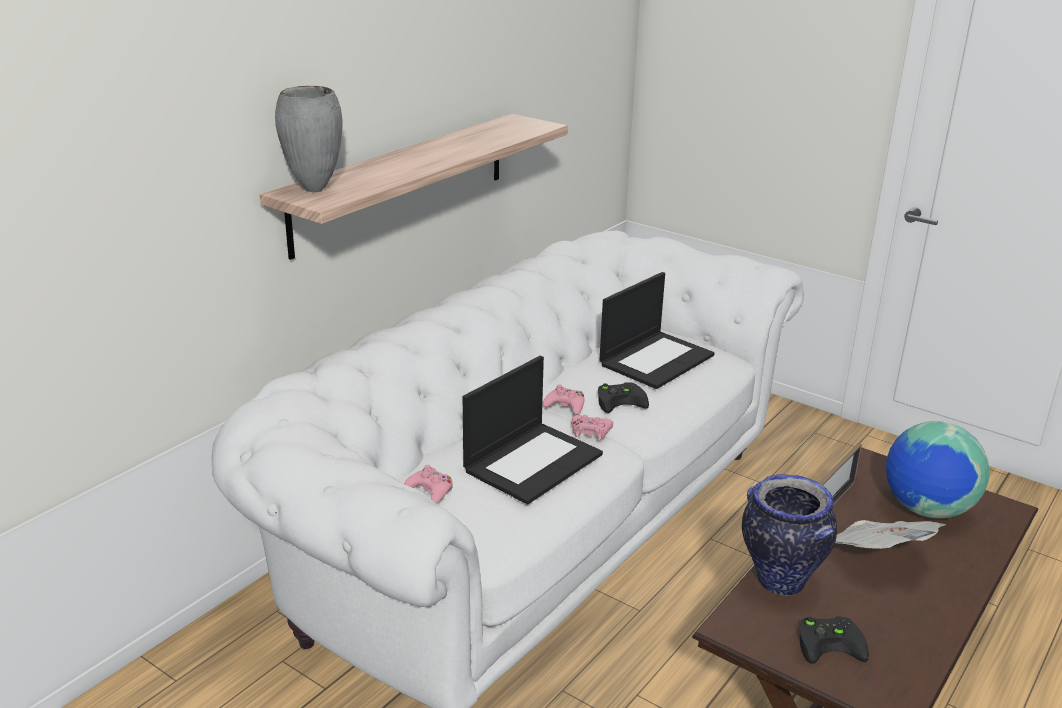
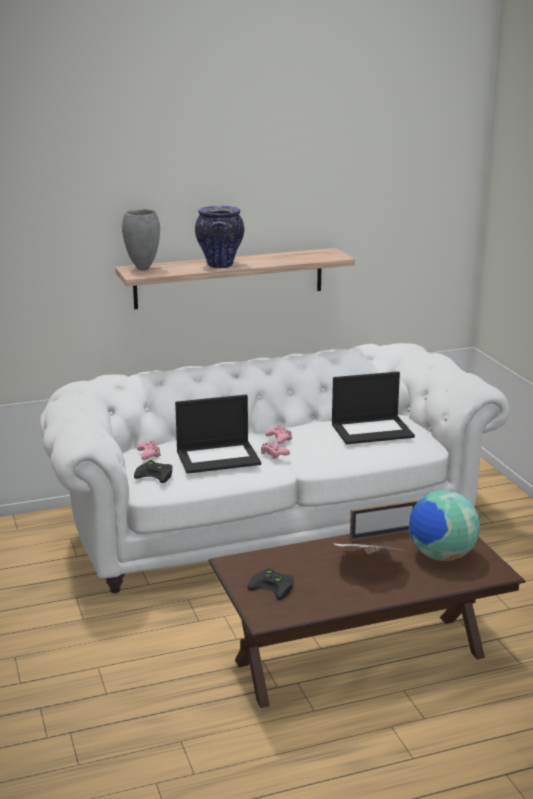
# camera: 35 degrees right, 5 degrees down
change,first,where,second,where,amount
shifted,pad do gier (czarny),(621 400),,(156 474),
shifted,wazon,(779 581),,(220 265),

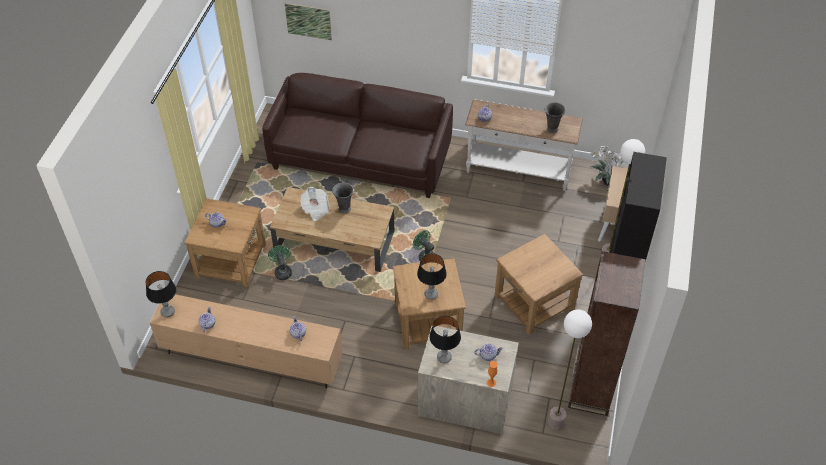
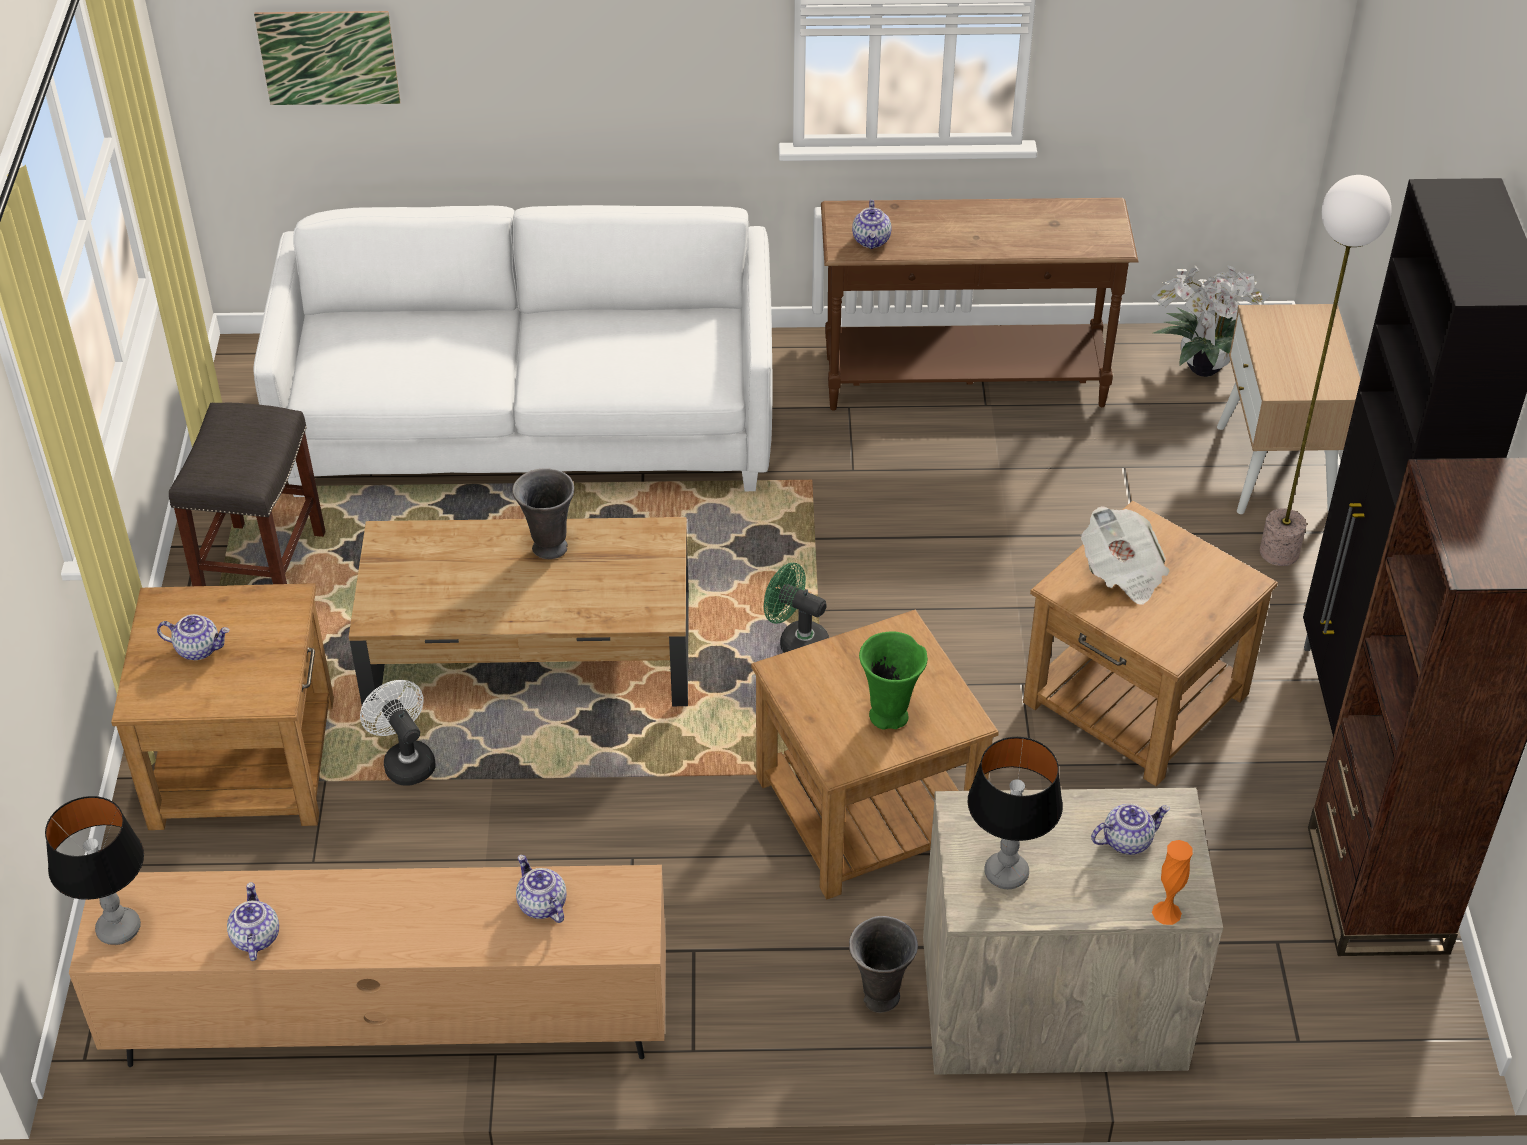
# camera: 15 degrees left, 5 degrees down
change,first,where,second,where,amount
gone,lampa stojąca,(556 422),,,
new,,,stołek (szary),(262 569),
shifted,gazeta,(315 209),,(1122 572),
shifted,wazon (szary),(552 129),,(879 998),
swapped,lampa stołowa,(431 294),wazon (zielony),(890 717),
repainted,kanapa (brązowy),(361 158),kanapa (biały),(531 427),
repainted,wentylator (zielony),(282 271),wentylator (biały),(405 760),
repainted,stolik konsolowy (biały),(518 171),stolik konsolowy (brązowy),(964 384),

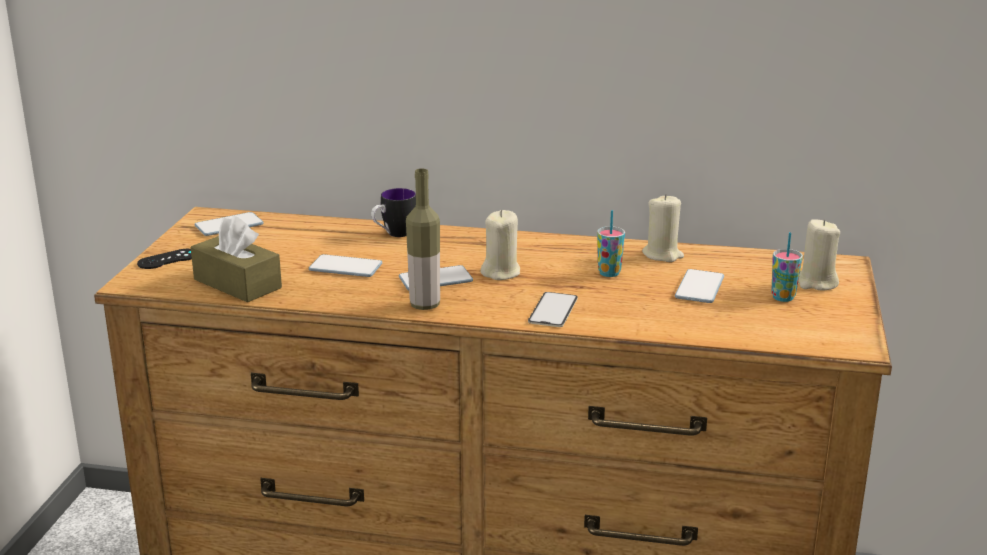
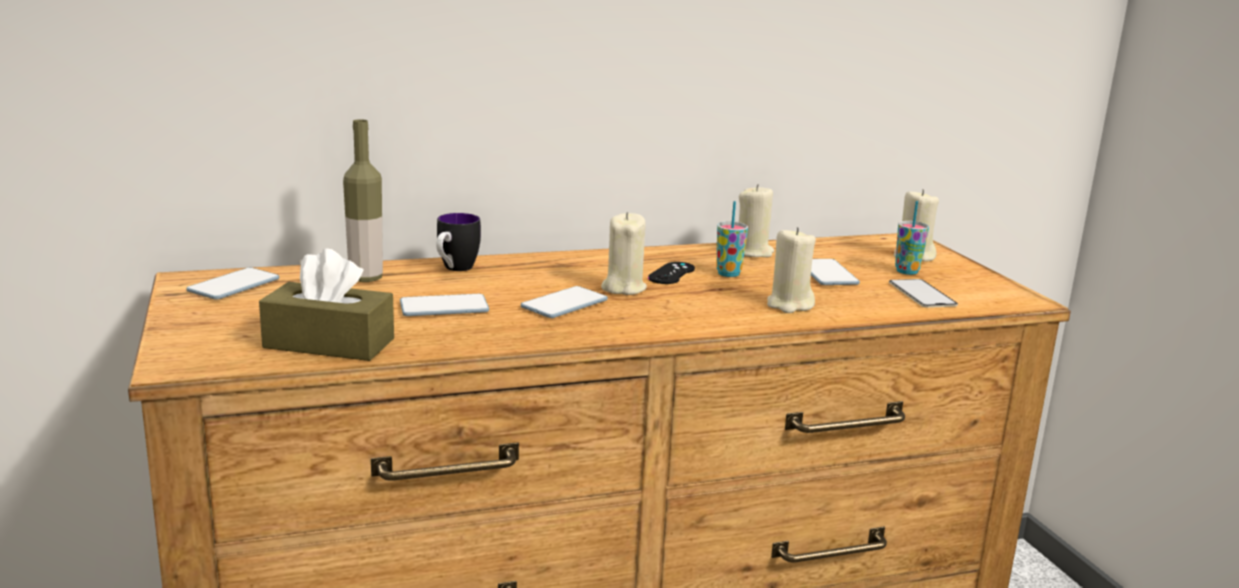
# camera: 30 degrees left, 5 degrees down
change,first,where,second,where,amount
new,,,świeca (beżowy),(789 305),
shifted,pad do gier (czarny),(168 259),,(671 273),
shifted,butelka,(425 305),,(366 278),
shifted,telefon,(553 310),,(922 294),

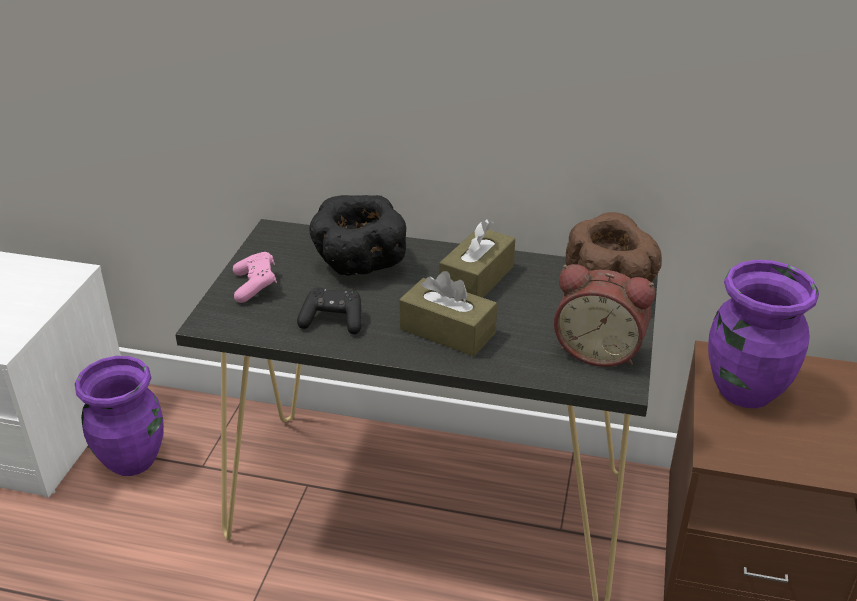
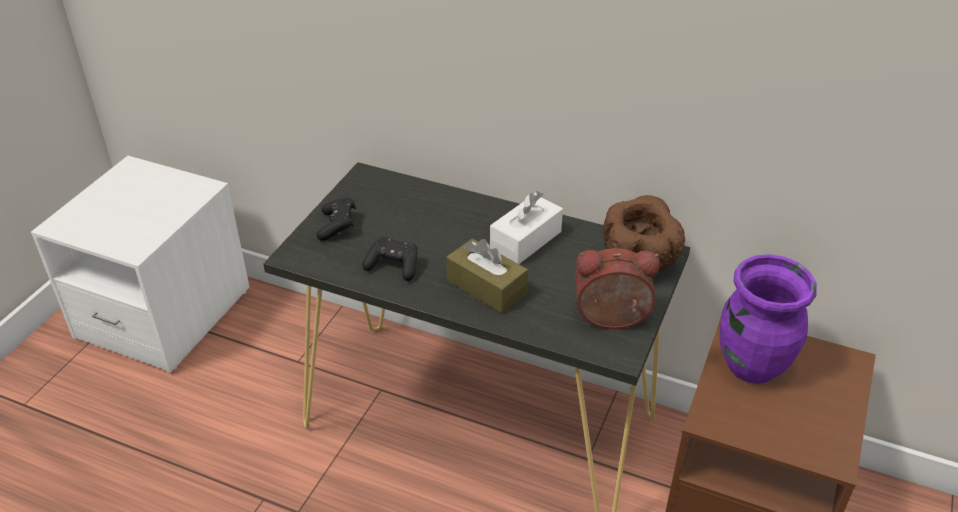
# camera: 10 degrees right, 5 degrees up
change,first,where,second,where,amount
gone,wazon (fioletowy),(133 460),,,
gone,miska (czarny),(359 265),,,
repainted,pad do gier (różowy),(255 286),pad do gier (czarny),(337 226),
repainted,pudełko chusteczek (brązowy),(477 279),pudełko chusteczek (biały),(525 240),
rotated,budzik,(599 350),,(611 320),150 degrees clockwise

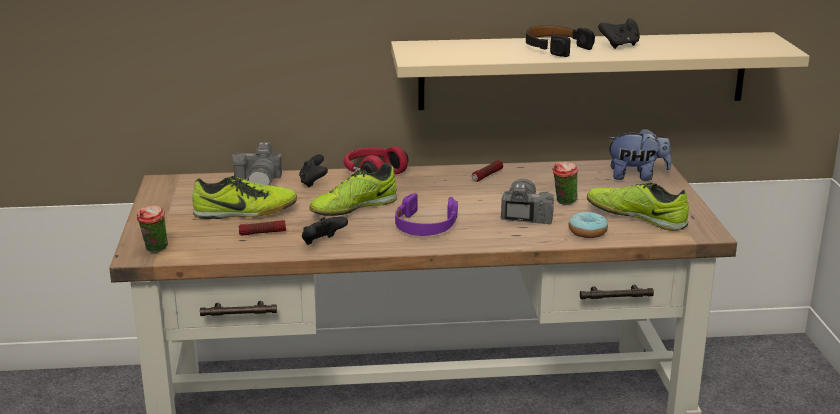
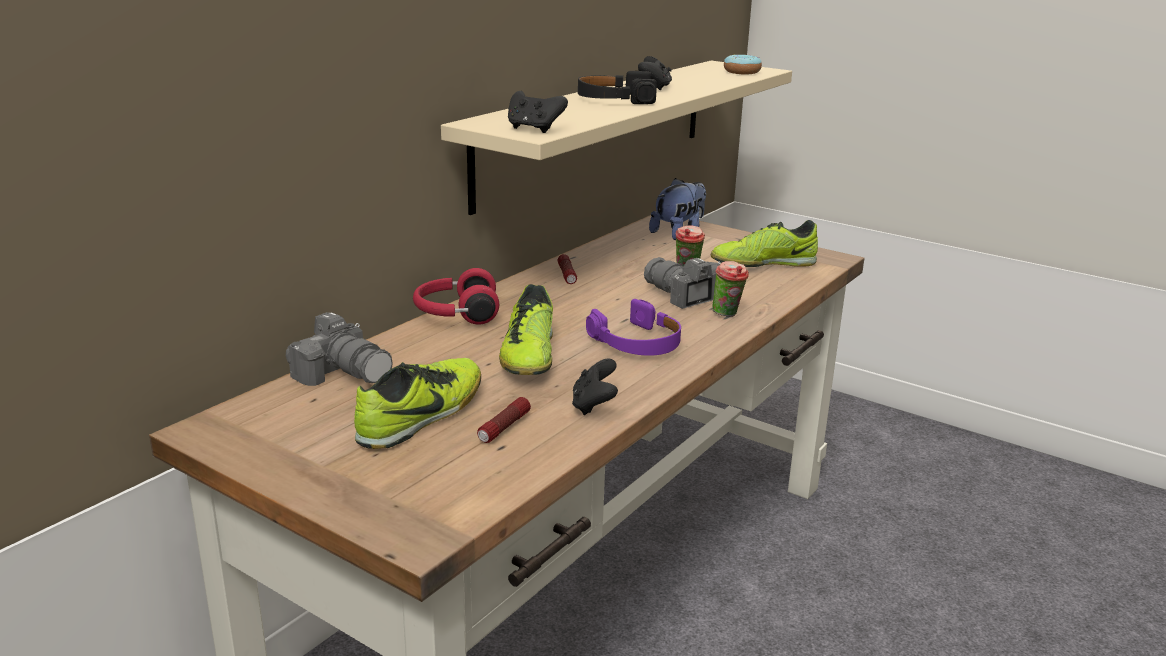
# camera: 50 degrees left, 0 degrees up
change,first,where,second,where,amount
shifted,filiżanka,(155 250),,(728 315),
shifted,pad do gier (czarny),(313 182),,(534 129),
shifted,donut,(587 232),,(741 72),

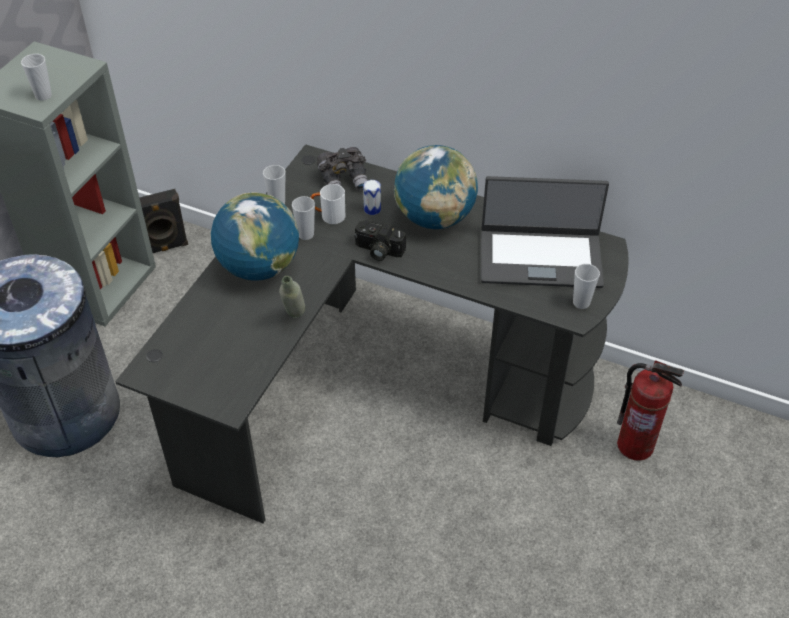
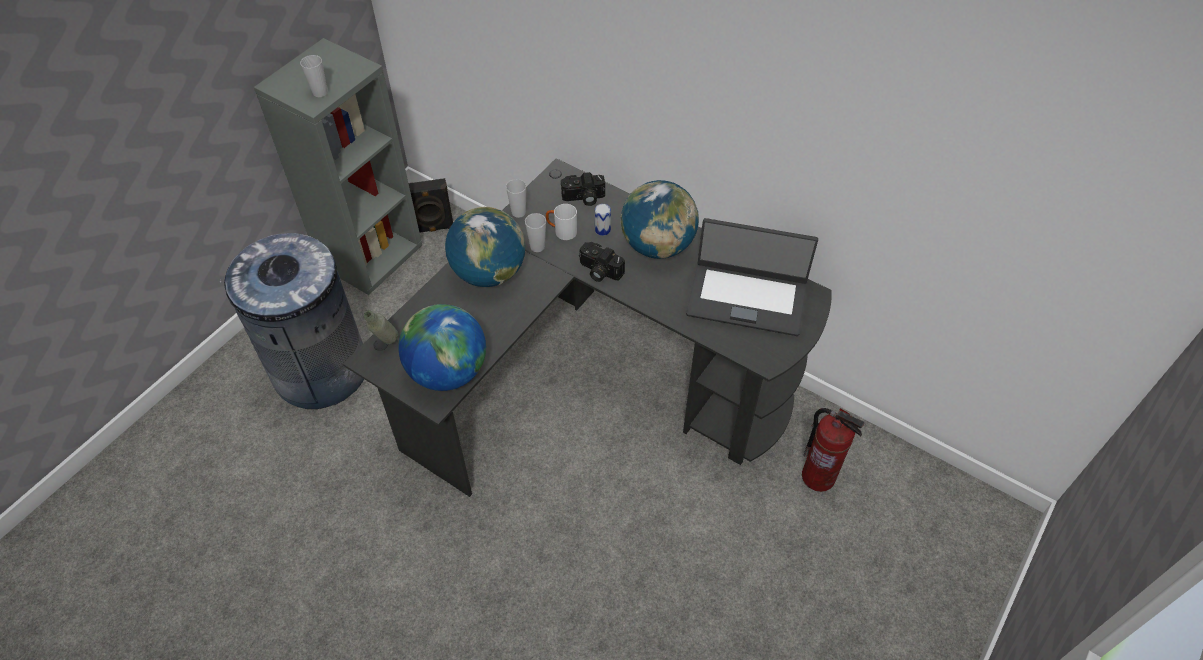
# camera: 10 degrees right, 5 degrees up
change,first,where,second,where,amount
gone,filiżanka,(581 303),,,
new,,,globus,(448 372),
shifted,butelka (szary),(294 319),,(386 345),
swapped,lornetka (szary),(344 180),aparat fotograficzny,(583 198),

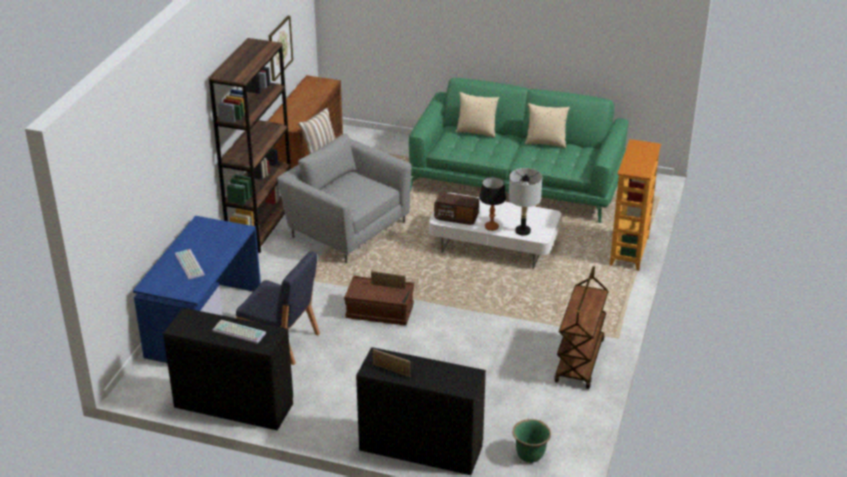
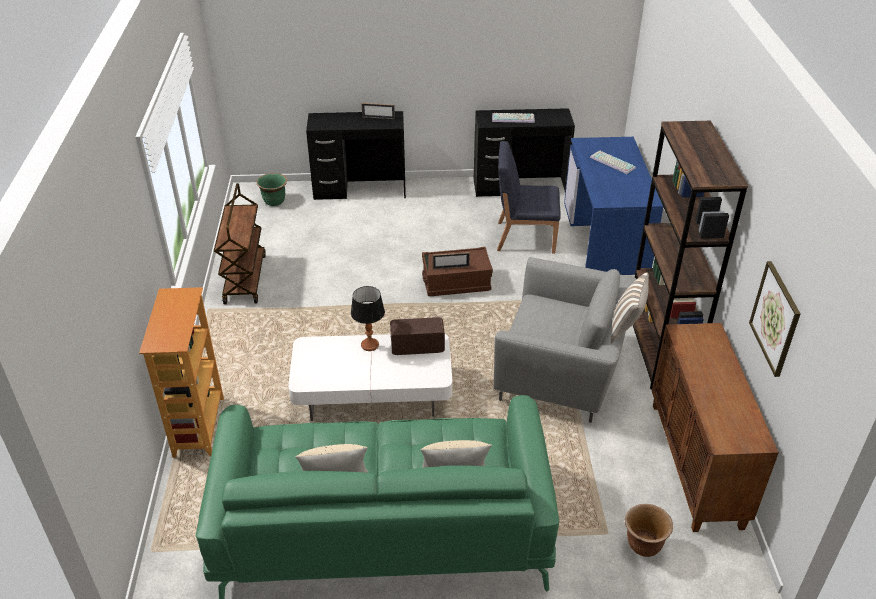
# camera: 160 degrees right, 5 degrees up
change,first,where,second,where,amount
gone,lampa stołowa (szary),(522 231),,,
new,,,donica (brązowy),(643 545),

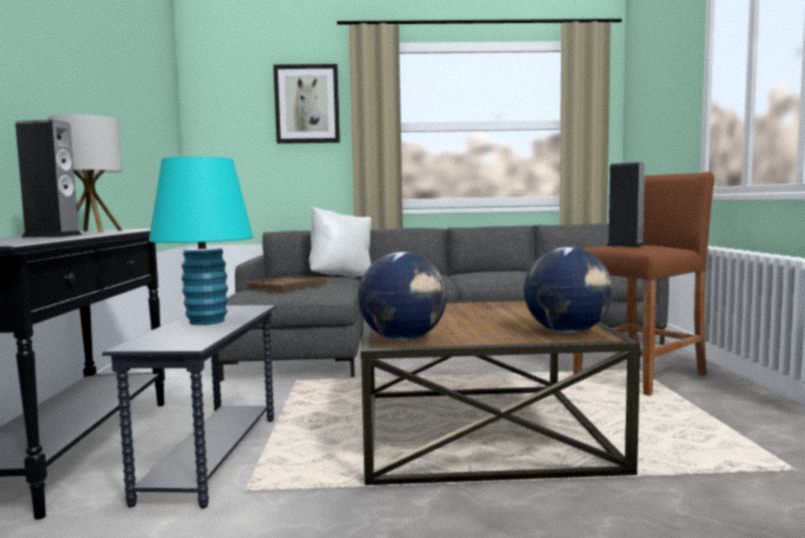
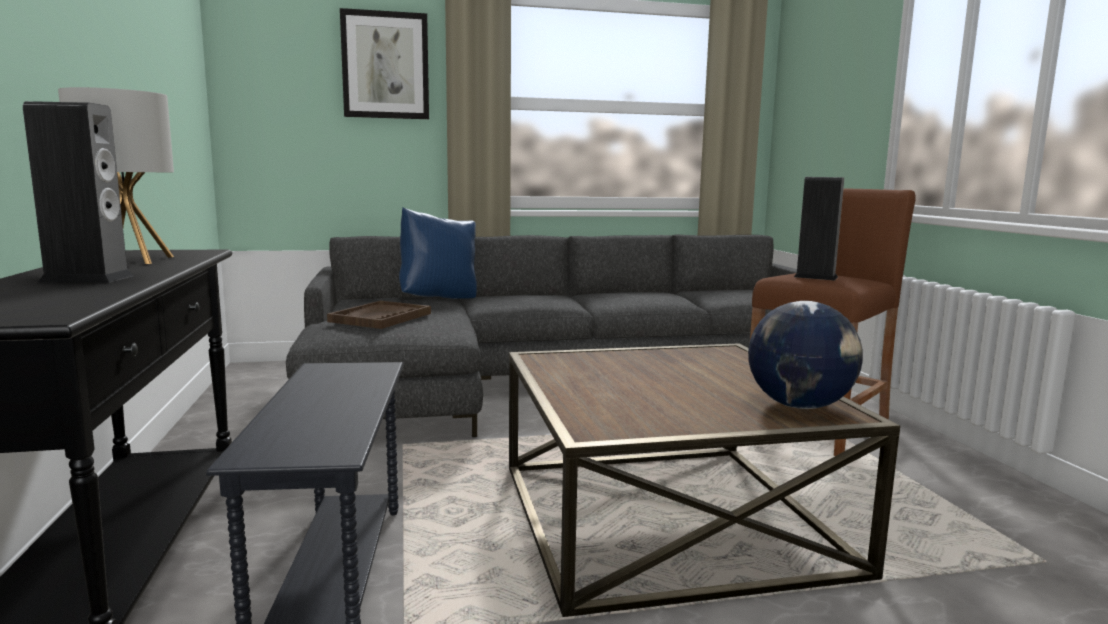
# camera: 10 degrees left, 5 degrees up
change,first,where,second,where,amount
gone,lampa stołowa (turkusowy),(206 321),,,
gone,globus,(404 339),,,
repainted,poduszka (biały),(342 277),poduszka (niebieski),(439 299),

